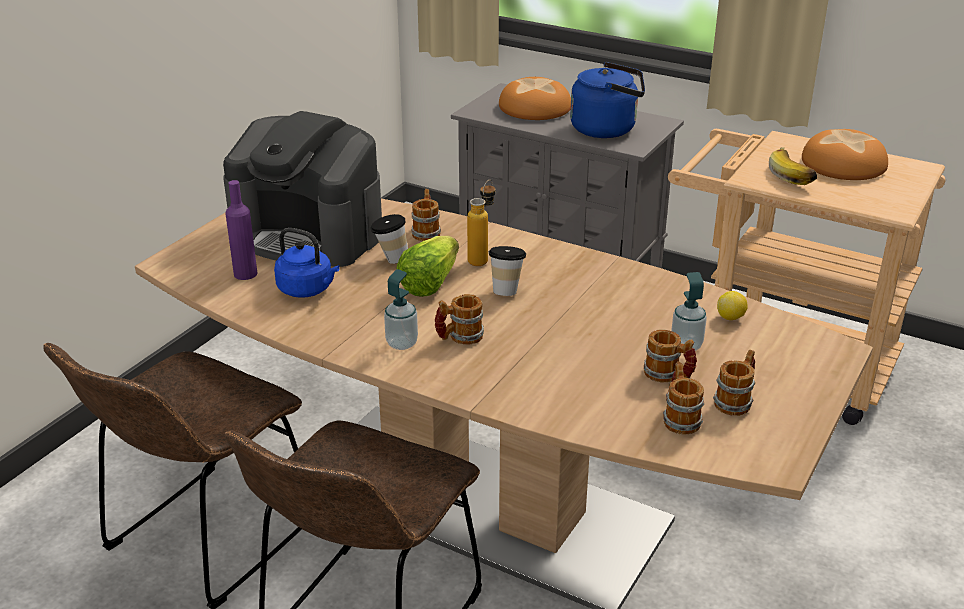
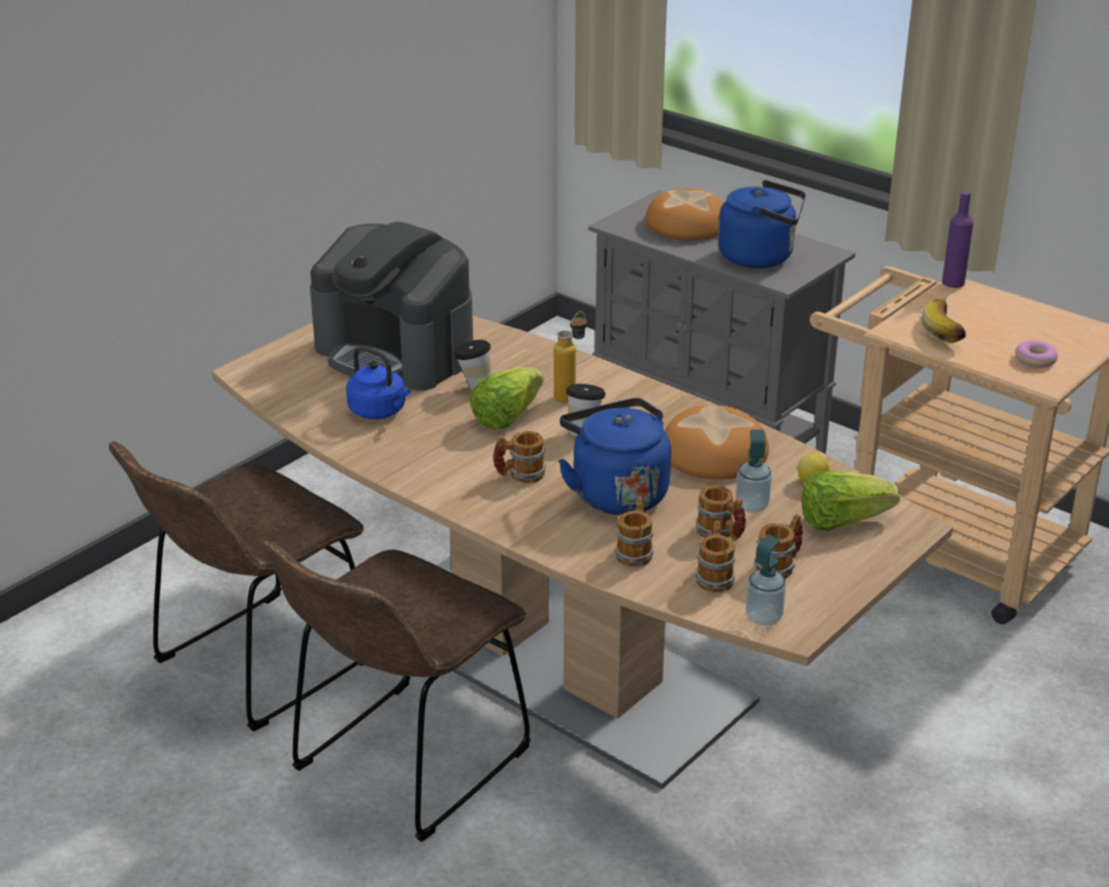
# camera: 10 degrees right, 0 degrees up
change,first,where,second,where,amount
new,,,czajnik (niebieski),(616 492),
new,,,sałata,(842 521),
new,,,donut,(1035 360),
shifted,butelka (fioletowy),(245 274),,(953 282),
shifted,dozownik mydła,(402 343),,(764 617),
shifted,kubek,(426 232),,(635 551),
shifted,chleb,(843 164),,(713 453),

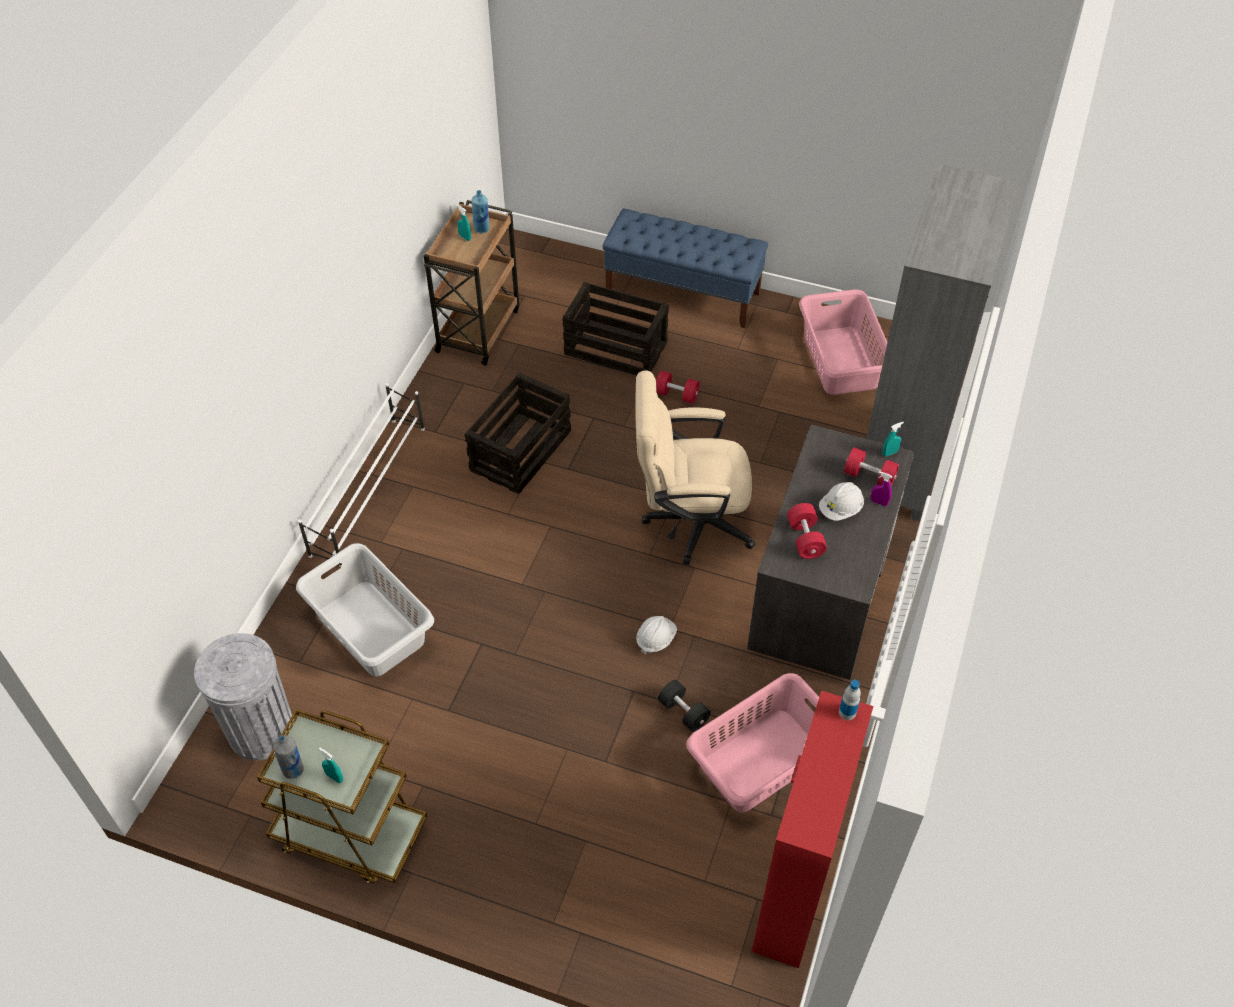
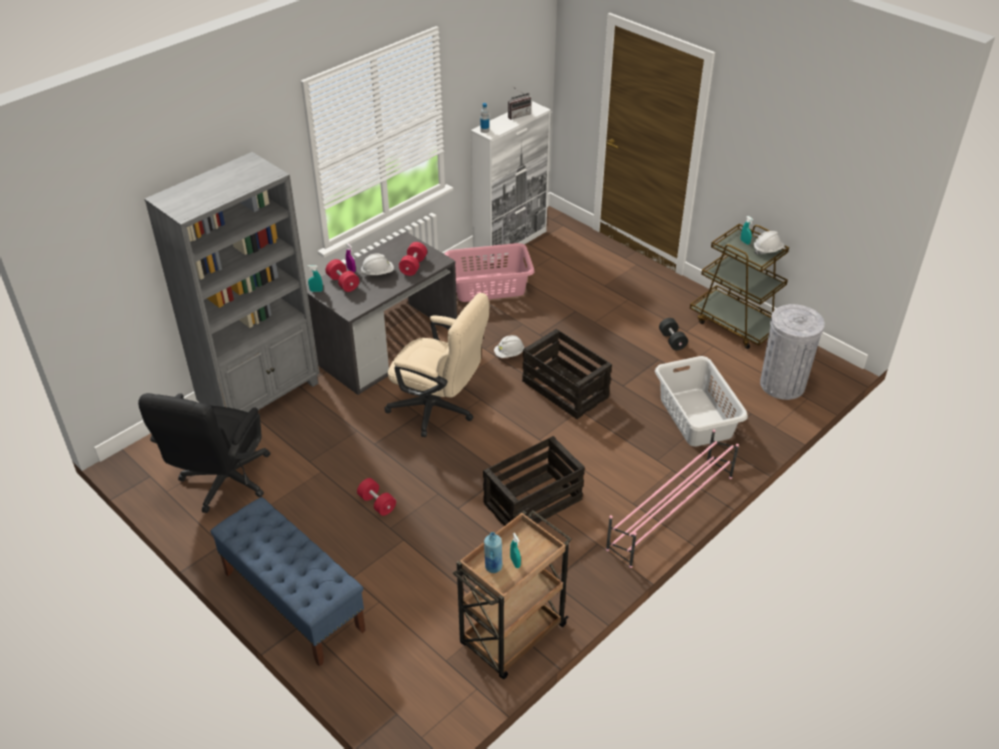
# camera: 155 degrees left, 10 degrees down
change,first,where,second,where,amount
new,,,radio,(518 115),
shifted,skrzynka,(614 348),,(566 389),
shifted,hantel (czarny),(683 712),,(672 340),
swapped,butelka (szary),(293 769),kask (biały),(767 250),
swapped,kosz na pranie (różowy),(841 360),krzesło biurowe (czarny),(222 484),
repainted,regał na buty (biały),(369 490),regał na buty (różowy),(670 513),
repainted,szafka (czerwony),(794 890),szafka (biały),(510 242),

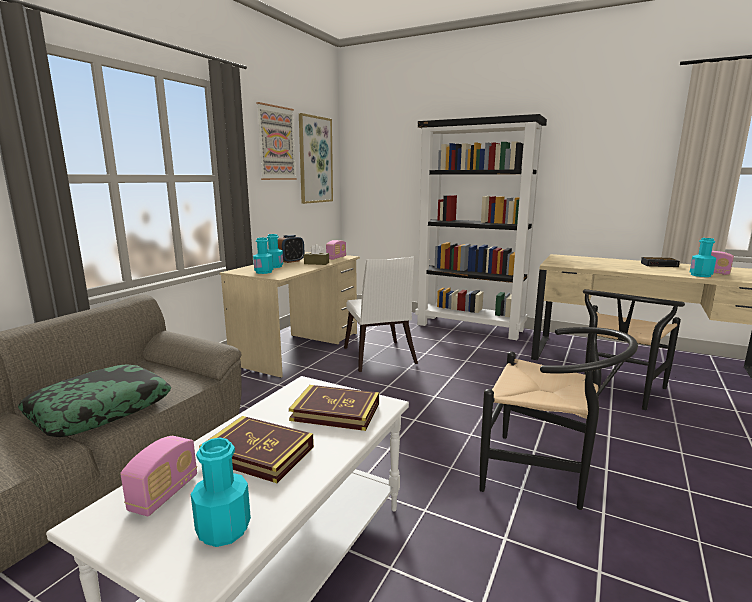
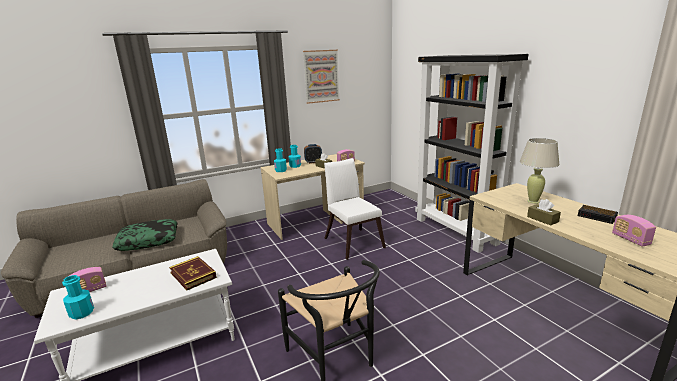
# camera: 35 degrees right, 5 degrees up
change,first,where,second,where,amount
gone,książka,(258 453),,,
gone,obraz,(315 160),,,
gone,krzesło (czarny),(617 392),,,
gone,butelka (turkusowy),(700 275),,,
new,,,lampa stołowa (beżowy),(533 201),
new,,,pudełko chusteczek (brązowy),(542 219),
rotated,krzesło (biały),(379 358),,(353 241),135 degrees clockwise

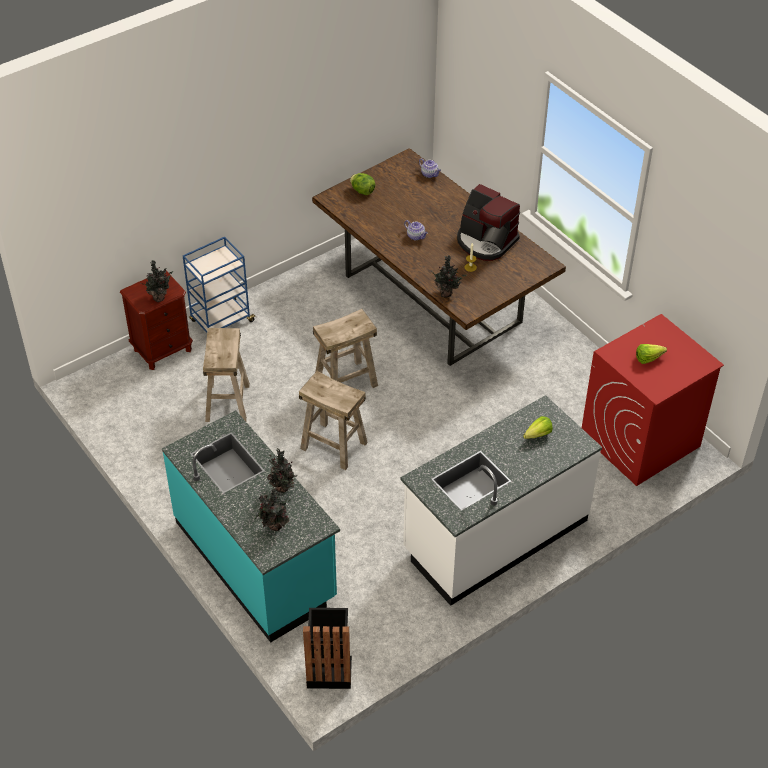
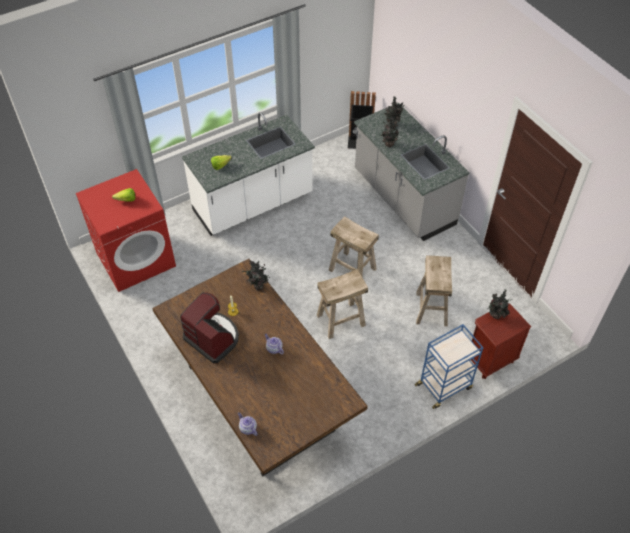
# camera: 175 degrees left, 5 degrees up
change,first,where,second,where,amount
gone,sałata,(362 191),,,
repainted,zabudowa kuchenna (turkusowy),(256 560),zabudowa kuchenna (szary),(403 199),

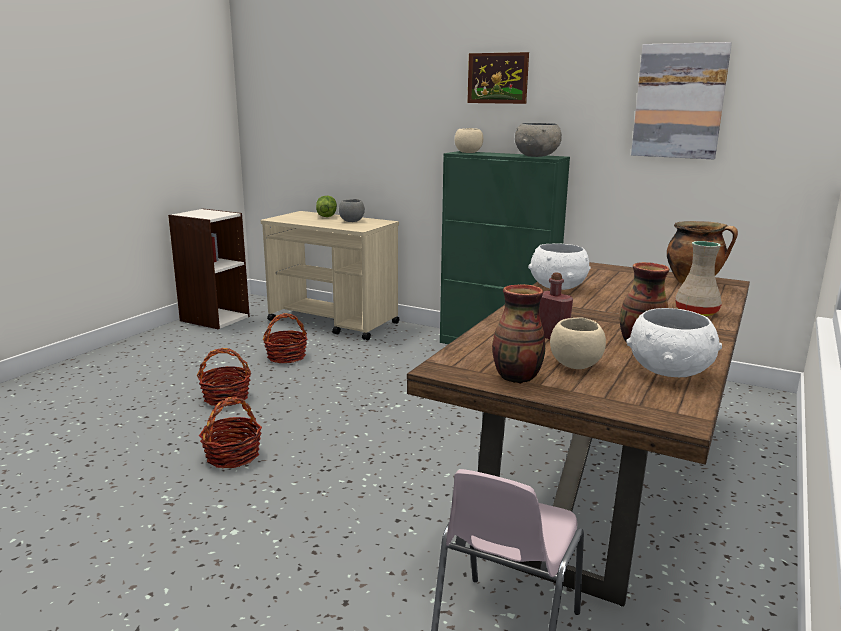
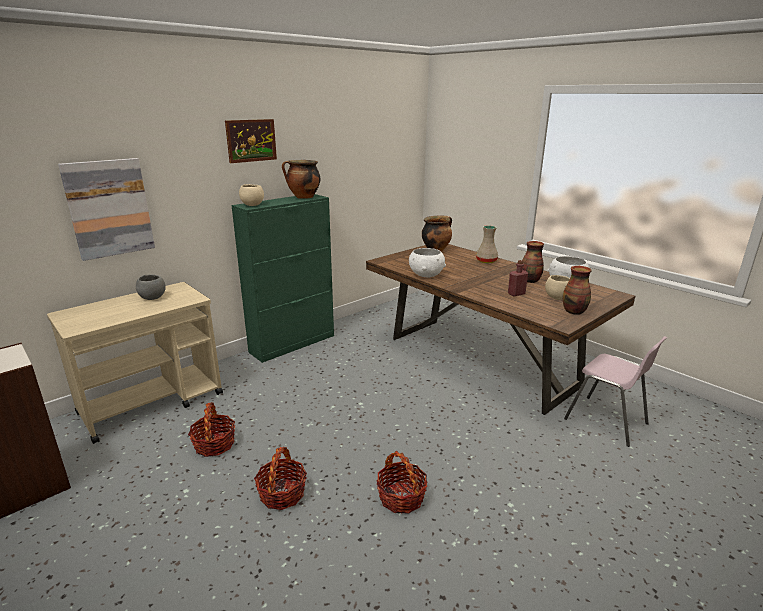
# camera: 70 degrees left, 5 degrees up
change,first,where,second,where,amount
gone,sałata,(326 216),,,
shifted,obraz,(679 101),,(109 208),
swapped,miska (szary),(537 156),garnek,(303 197),

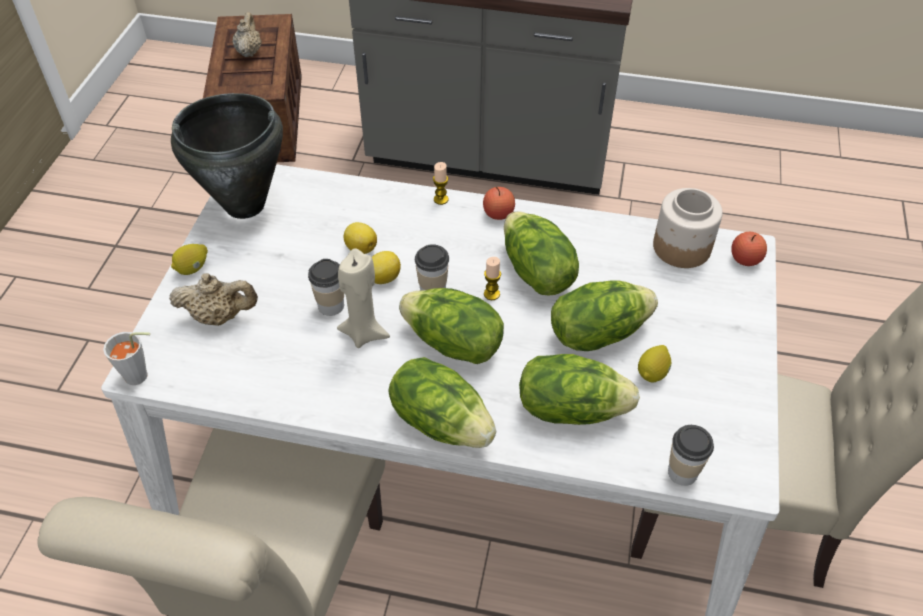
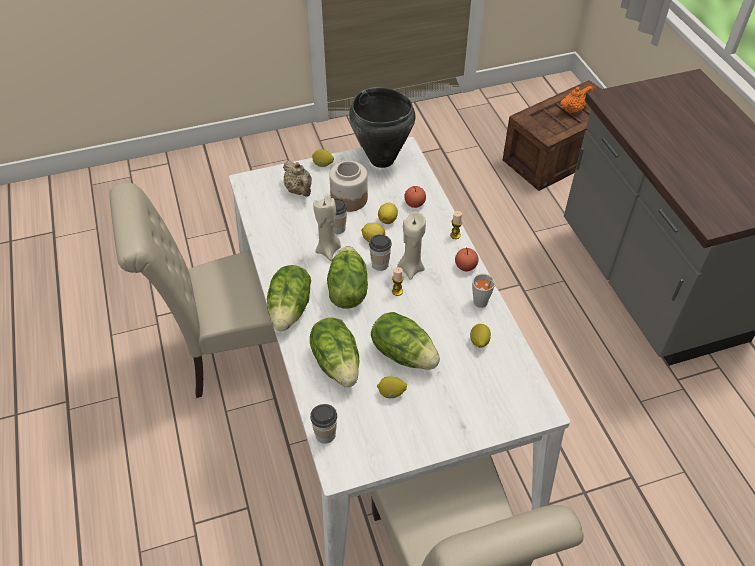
# camera: 60 degrees right, 0 degrees up
change,first,where,second,where,amount
gone,sałata,(535 273),,,
new,,,świeca (beżowy),(411 268),
new,,,cytryna,(479 342),
shifted,filiżanka (szary),(141 376),,(482 304),
shifted,słoik,(681 247),,(348 199),
shifted,jabłko,(745 259),,(414 203),
repainted,imbryk (beżowy),(249 51),imbryk (pomarańczowy),(573 110),

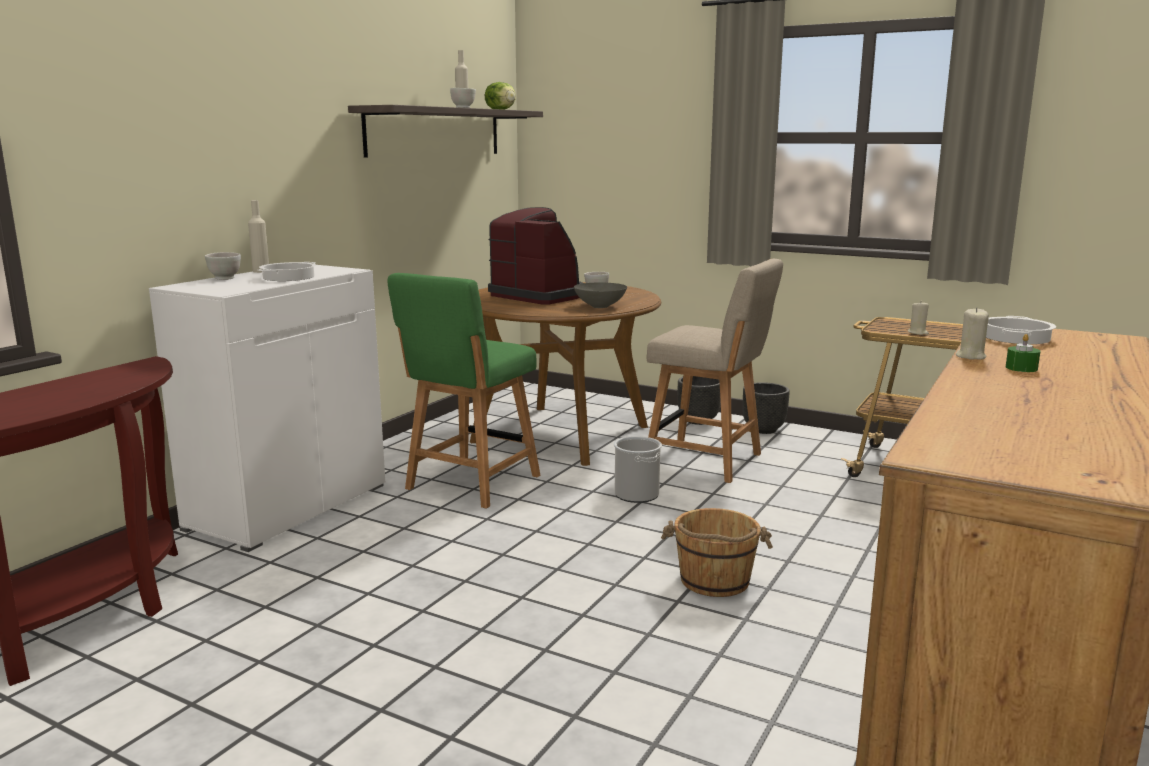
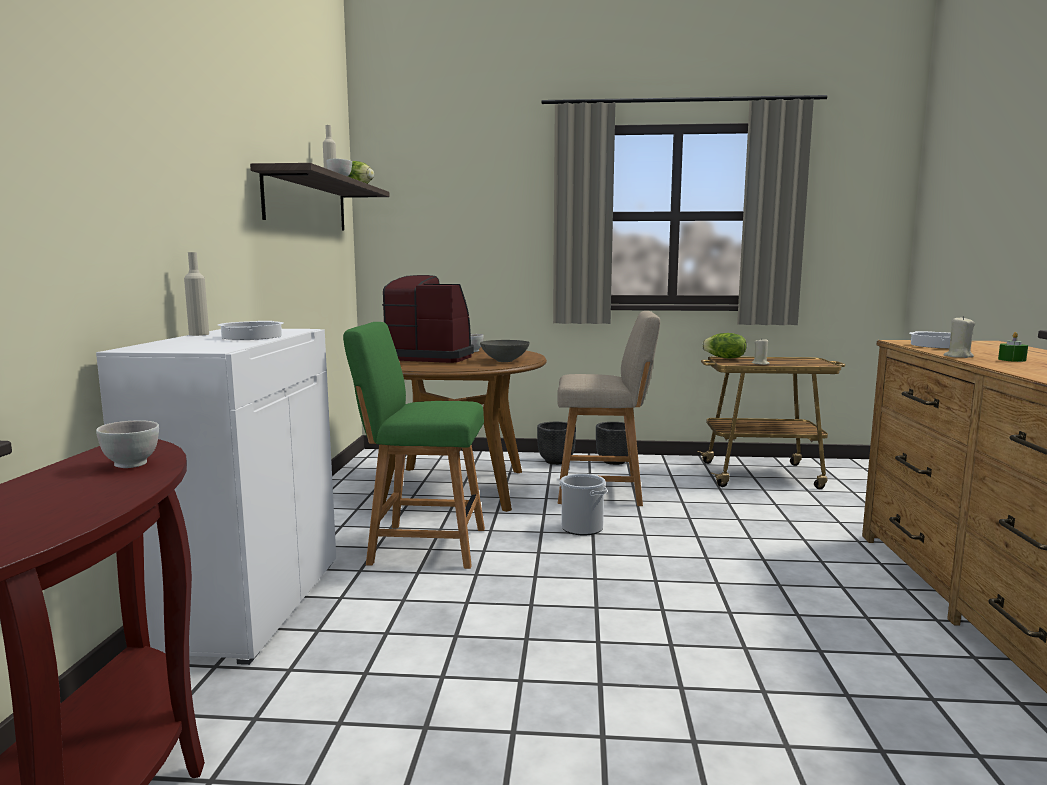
# camera: 25 degrees left, 5 degrees down
change,first,where,second,where,amount
gone,wiadro (brązowy),(714 581),,,
new,,,sałata,(724 358),
shifted,miska (biały),(225 278),,(132 464),
rotated,krzesło (zielony),(469 484),,(421 545),90 degrees clockwise

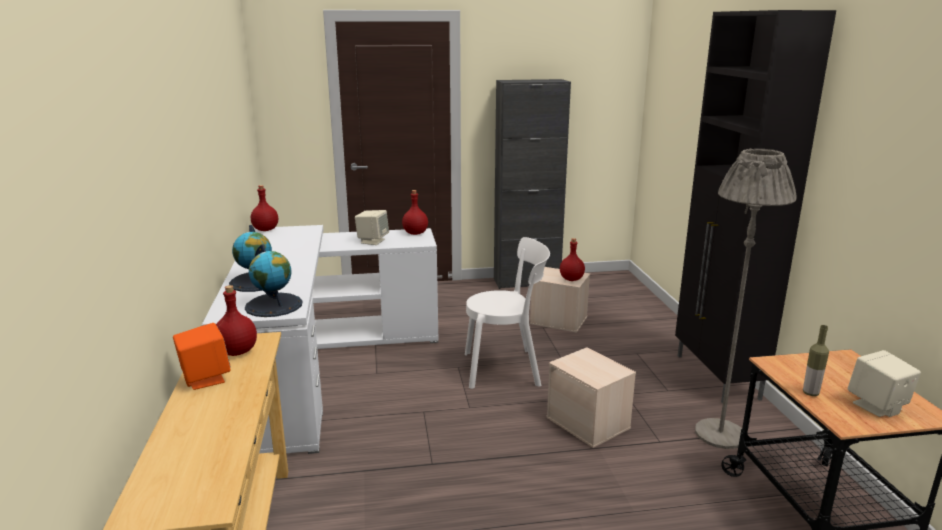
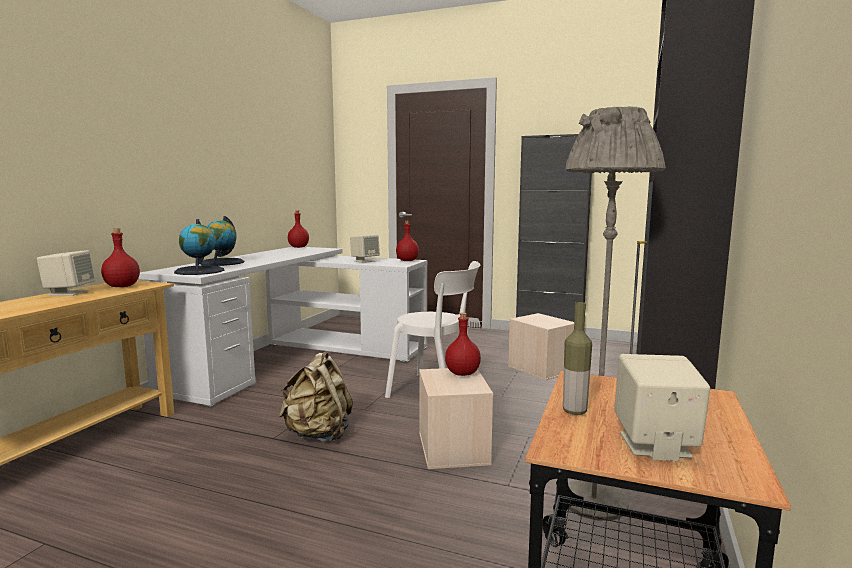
# camera: 30 degrees right, 10 degrees down
change,first,where,second,where,amount
new,,,plecak (beżowy),(318 434),
shifted,butelka (czerwony),(571 279),,(462 373),
repainted,głośnik (pomarańczowy),(205 379),głośnik (beżowy),(69 293),

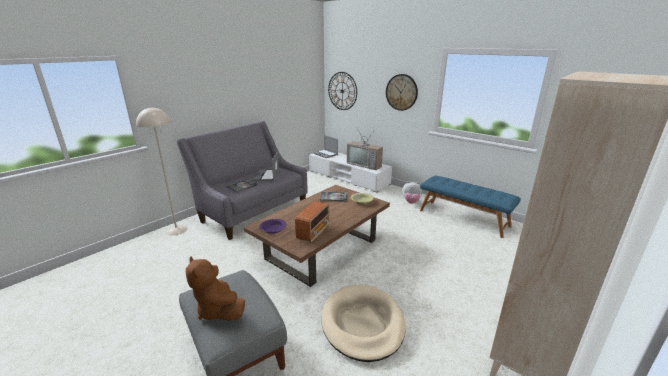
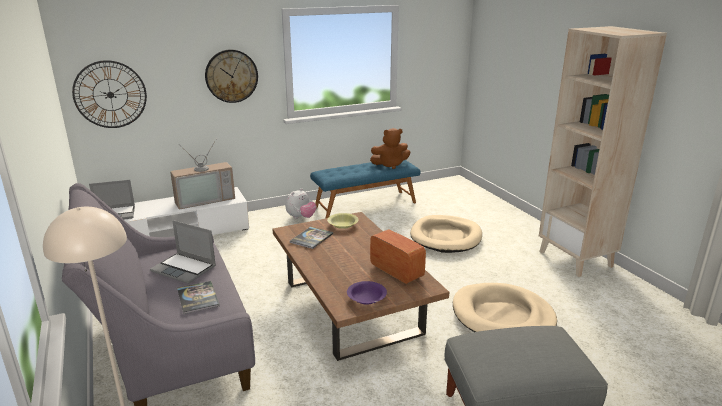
# camera: 65 degrees left, 0 degrees up
change,first,where,second,where,amount
new,,,legowisko (beżowy),(446 237),
shifted,pluszak (brązowy),(218 310),,(390 165),

